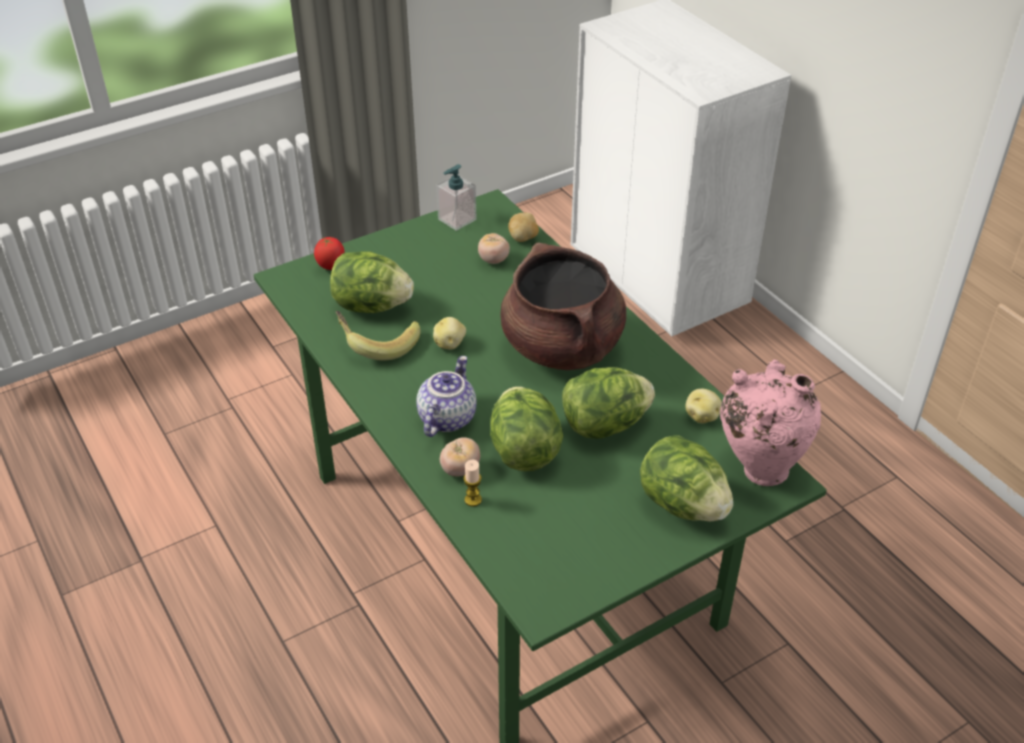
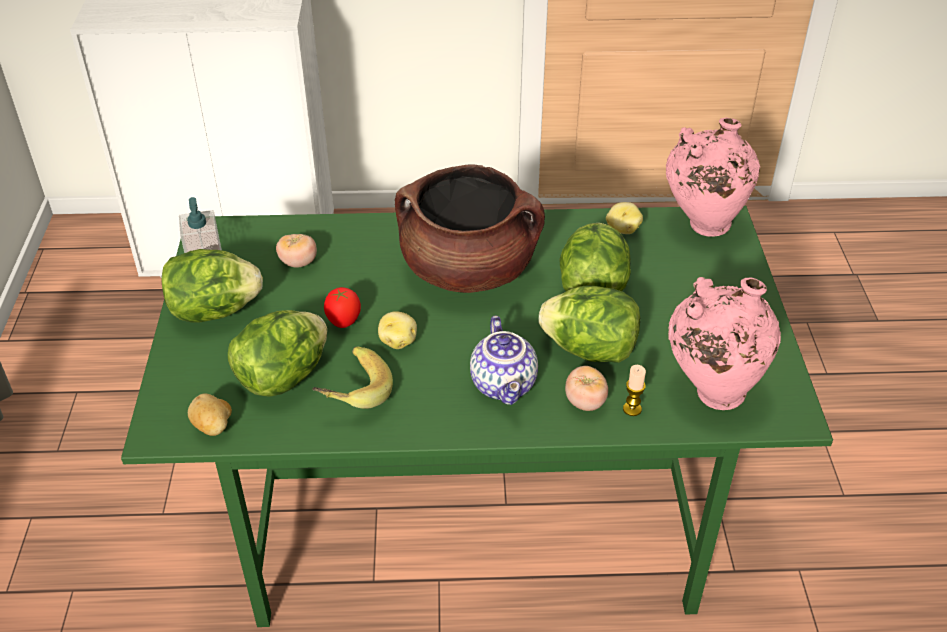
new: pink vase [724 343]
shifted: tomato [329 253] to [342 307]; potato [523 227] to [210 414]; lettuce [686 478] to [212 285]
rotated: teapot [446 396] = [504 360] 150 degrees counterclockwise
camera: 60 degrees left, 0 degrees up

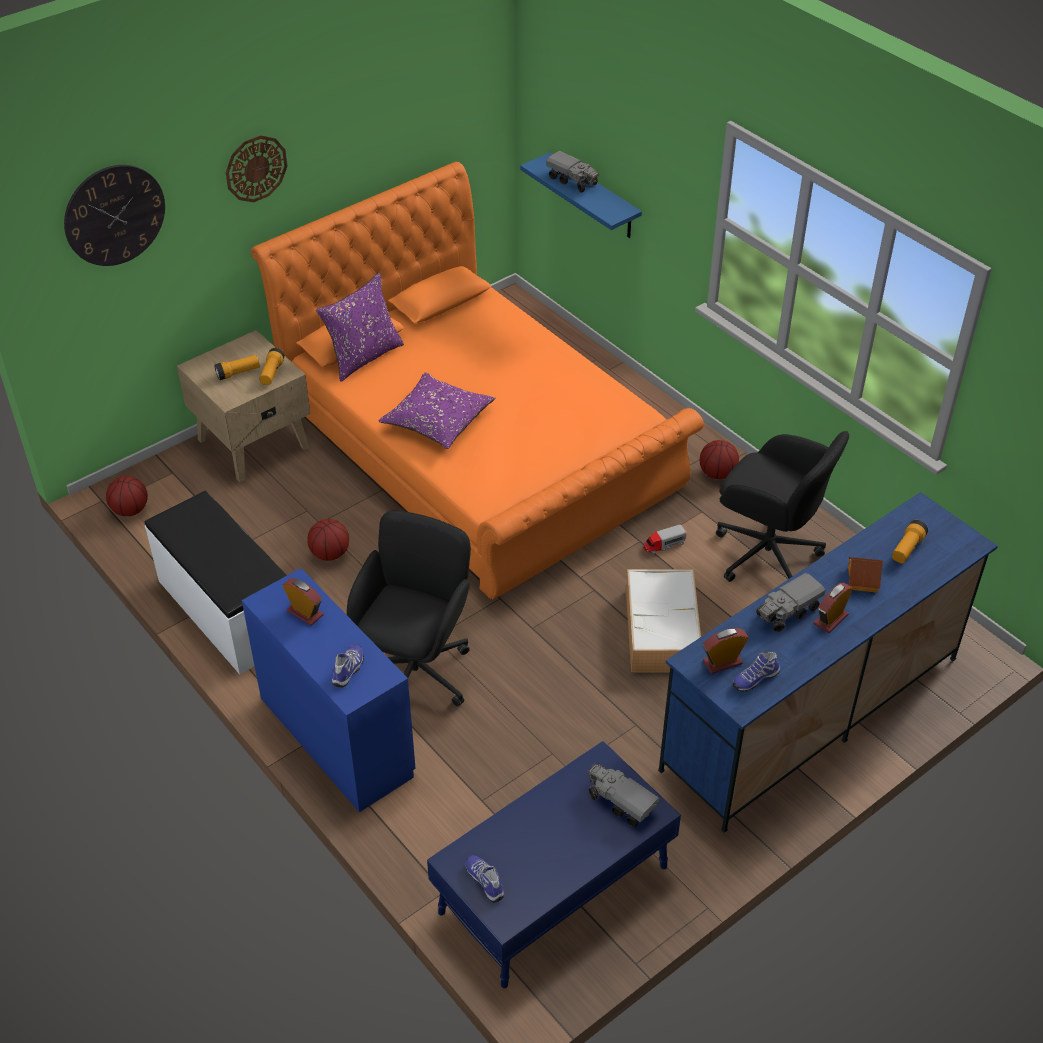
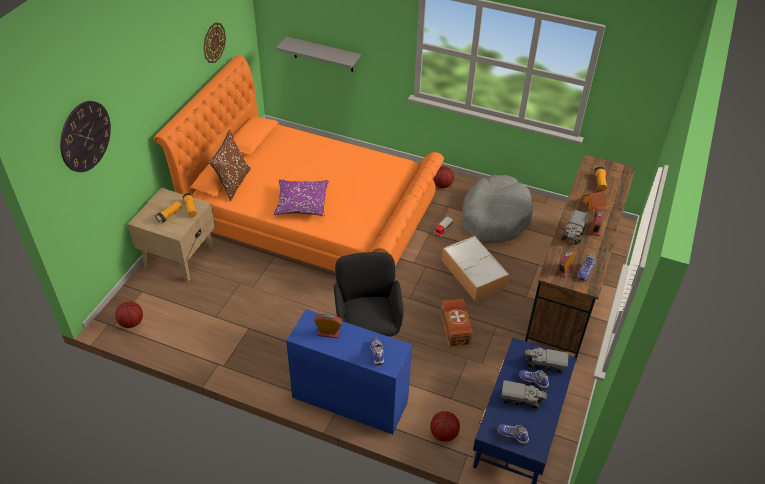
gone: white bench [216 582]
new: brown storage box [457 323]; shoe [534 379]
shifted: wall clock [256 168] to [215 43]; basketball [328 540] to [445 426]; toy truck [572 172] to [524 395]
swapped: black office chair [782 506] to grey dog bed [497 209]
repainted: purple pillow [360 327] to brown pillow [229 165]; blue shelf [581 195] to grey shelf [318 54]; blue dresser [828 662] to brown dresser [580 257]
camera: 30 degrees left, 0 degrees up

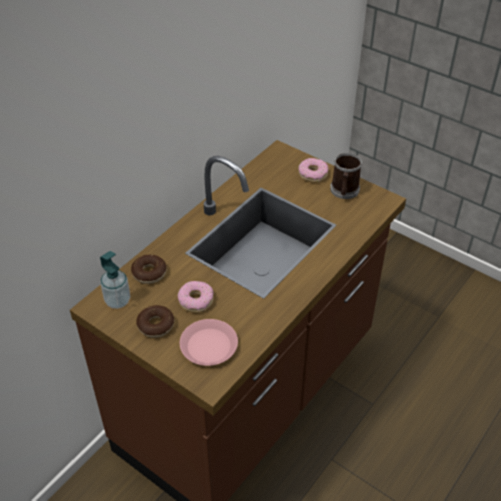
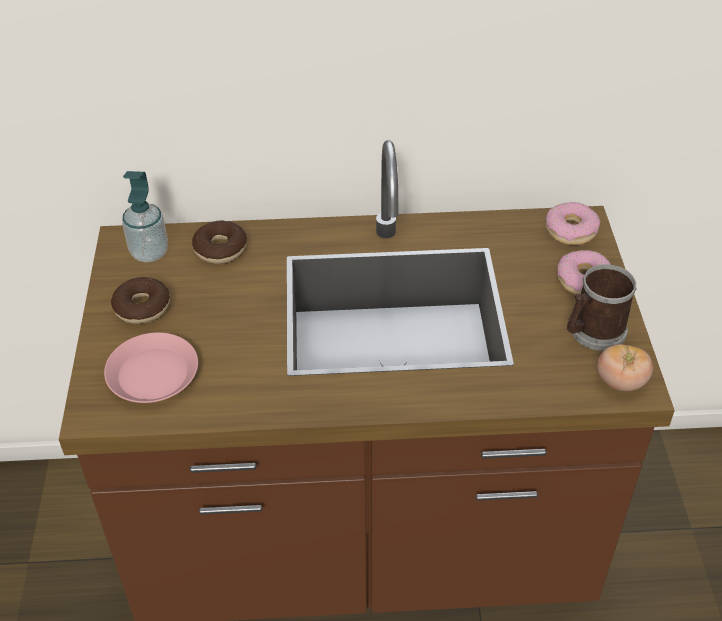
new: tomato [625 367]
shifted: donut [196 297] to [573 223]
camera: 50 degrees right, 0 degrees up

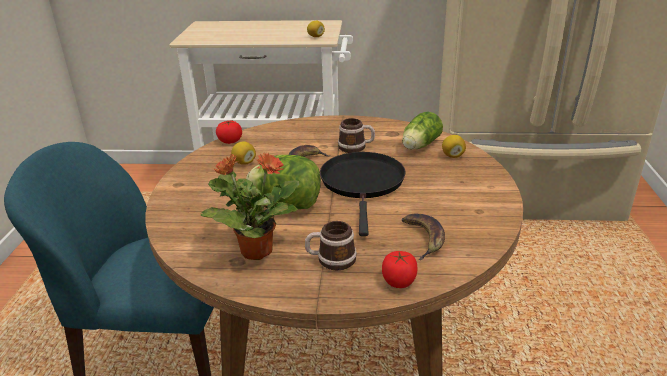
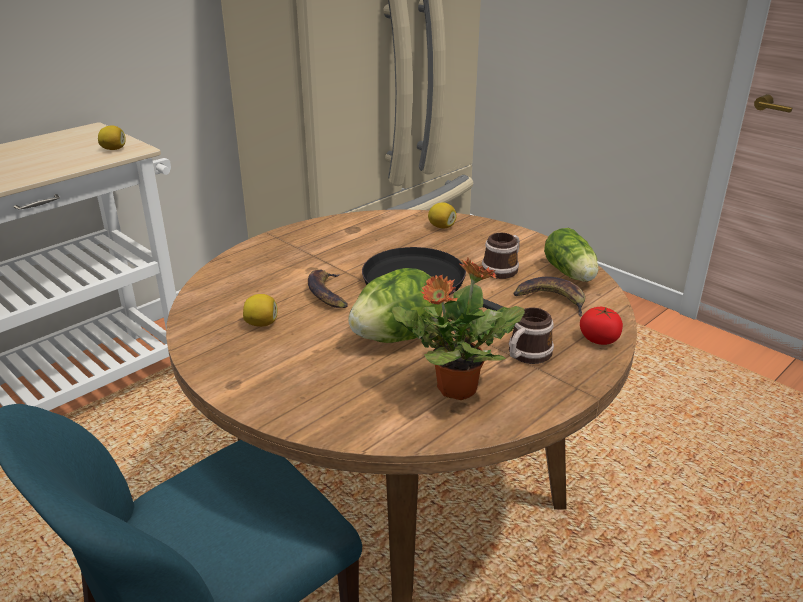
gone: tomato [229 132]
shifted: mug [356 135] to [501 256]; lettuce [422 131] to [571 255]
camera: 50 degrees left, 0 degrees up

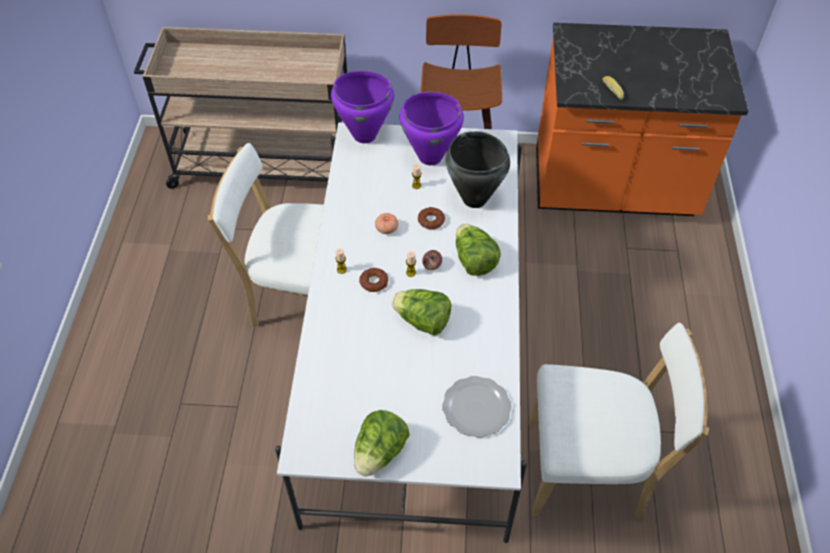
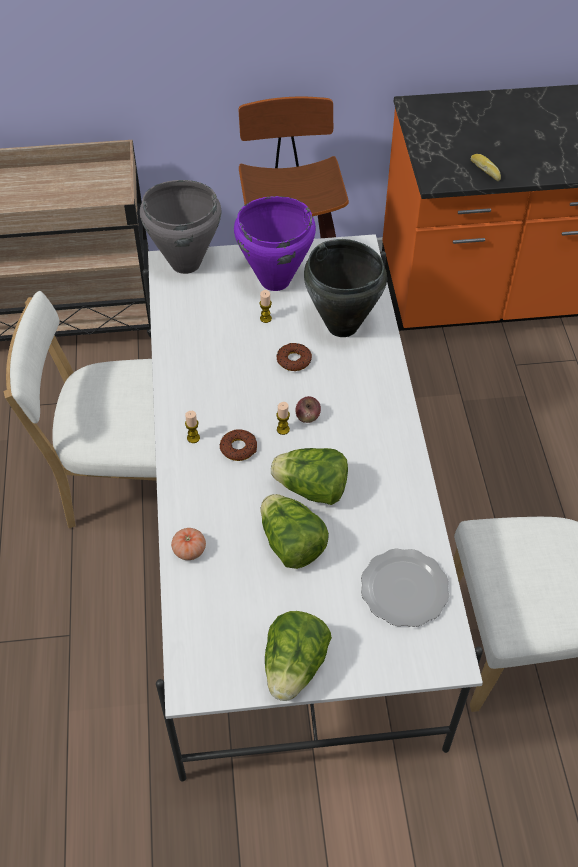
shifted: tomato [386 223] to [188 544]; lettuce [478 250] to [294 531]
repainted: purple cooking pot [362 107] to grey cooking pot [181 227]
camera: 10 degrees left, 0 degrees up

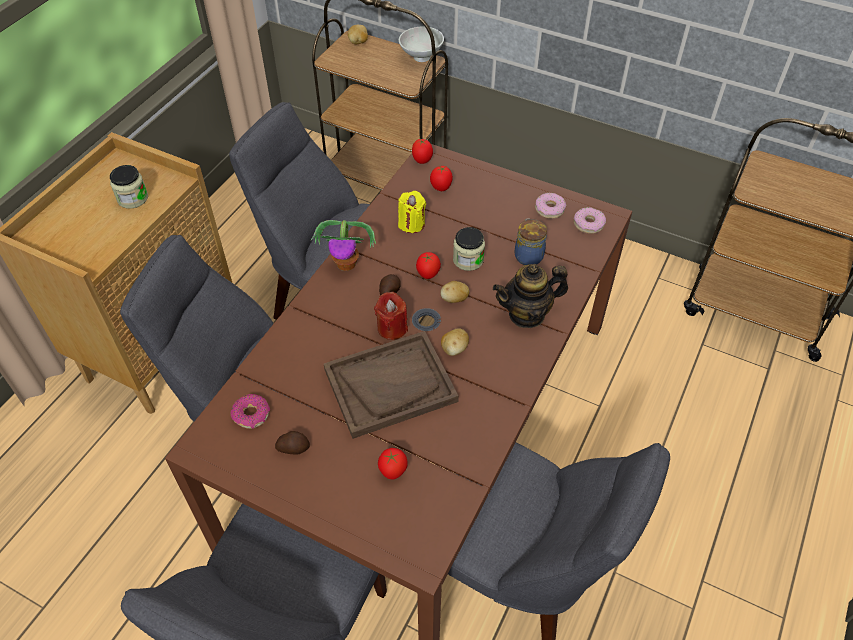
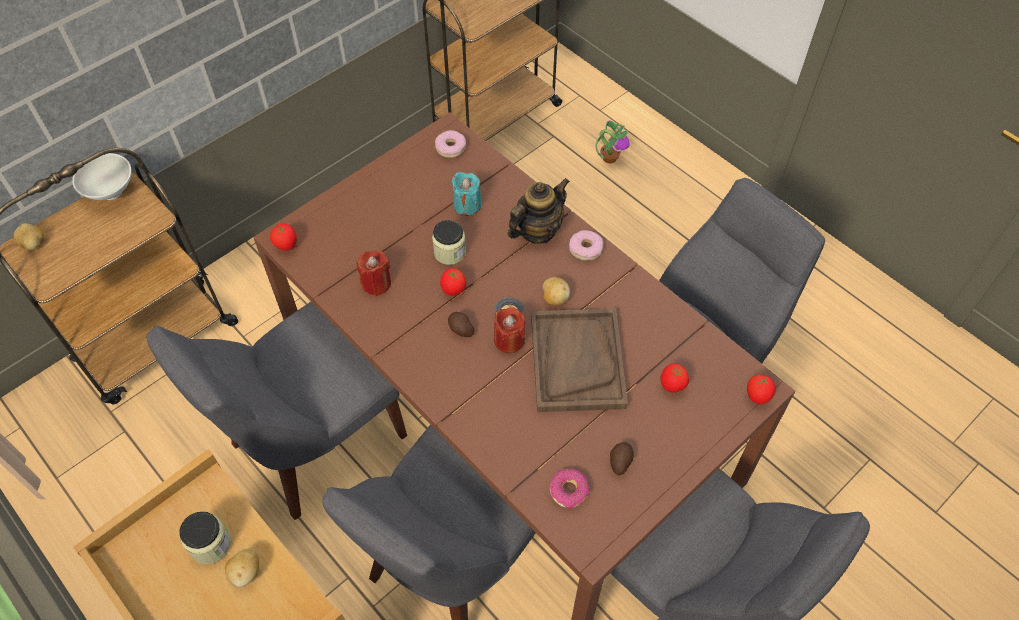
shifted: potted plant [343 245] to [612 142]; tomato [441 178] to [761 389]; potato [454 292] to [242 568]; donut [550 206] to [586 245]
swapped: jar [531 241] to turquoise candle [466 194]
repainted: yellow candle [412 212] to red candle [374 273]
rotated: teapot [530 296] = [539 211] 135 degrees counterclockwise
camera: 70 degrees left, 5 degrees up

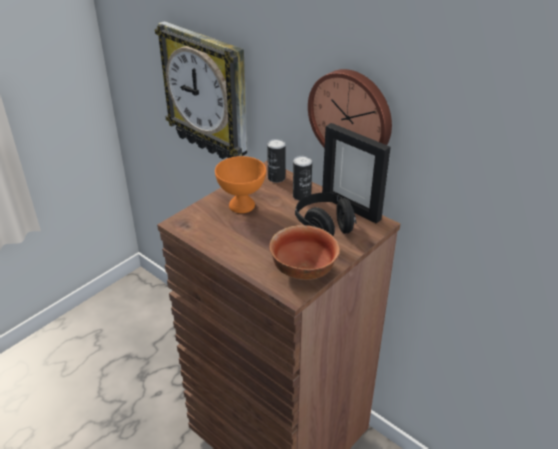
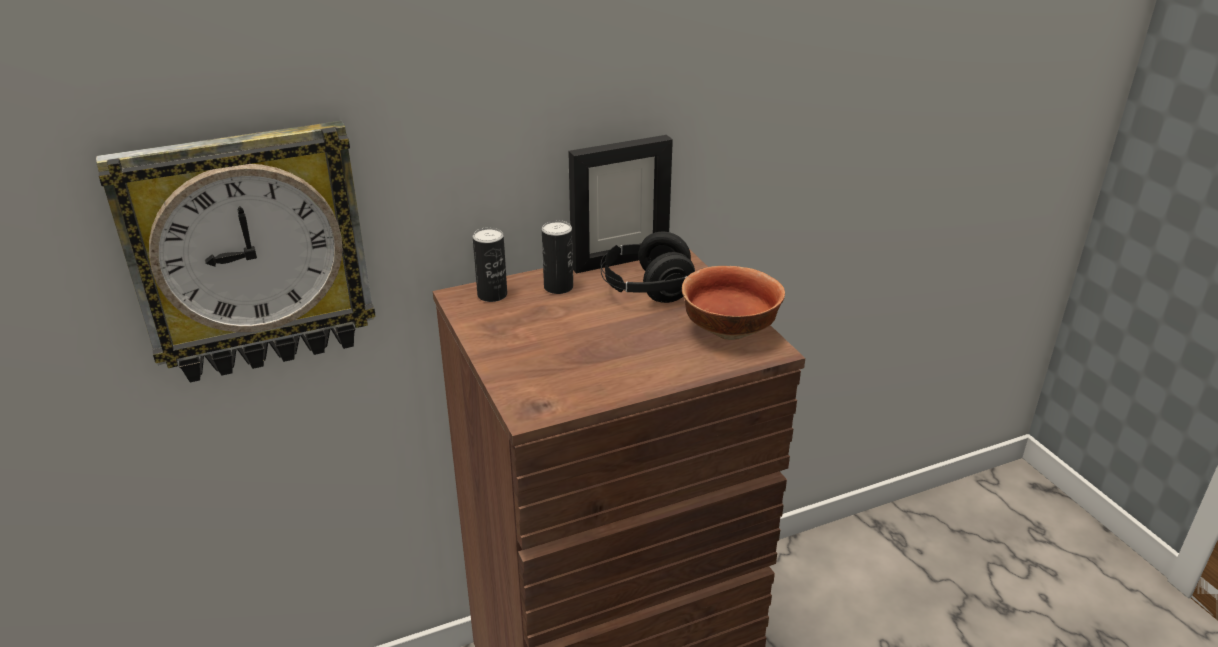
gone: orange bowl [240 184]; wall clock [350 108]
camera: 65 degrees left, 5 degrees down

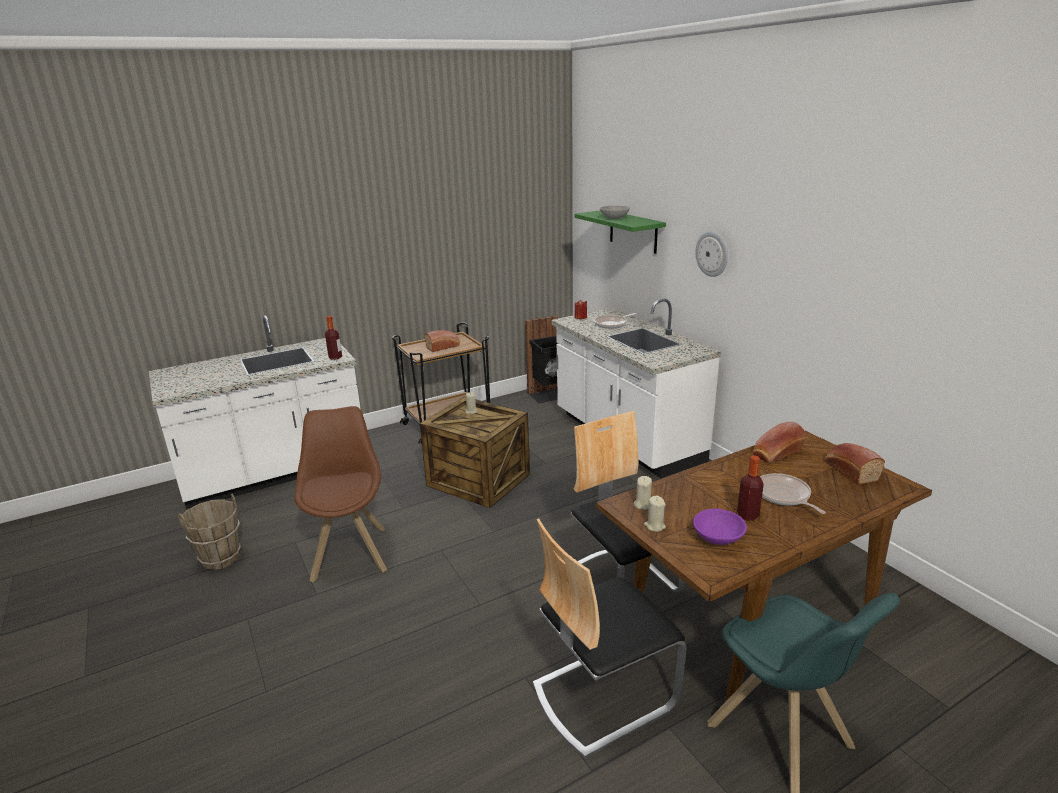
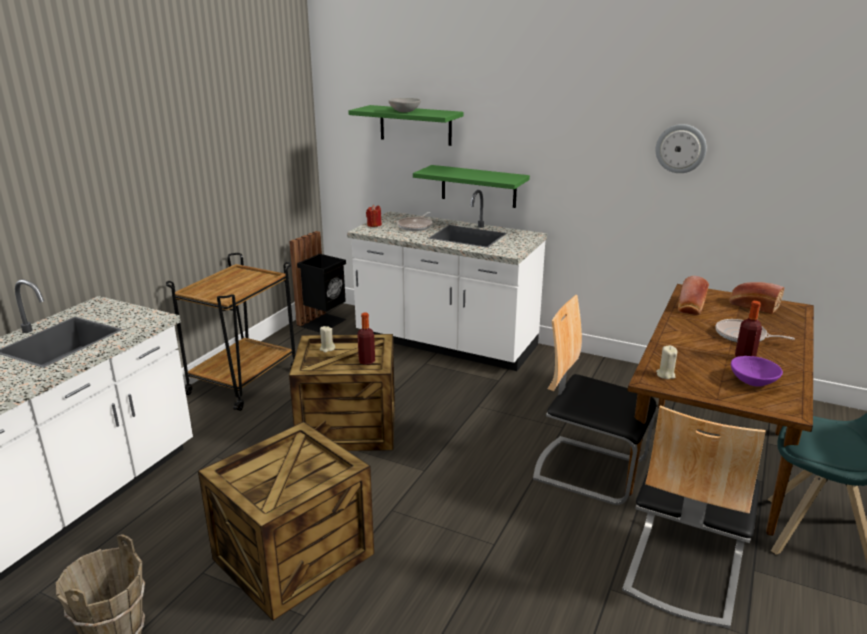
gone: bread [442 341]; beige candle [655 514]
new: green shelf [471 186]
shifted: bottle [333 338] to [366 338]; wall clock [711 254] to [681 148]
swapped: brown chair [340 494] to crate [286 521]
camera: 35 degrees left, 0 degrees up

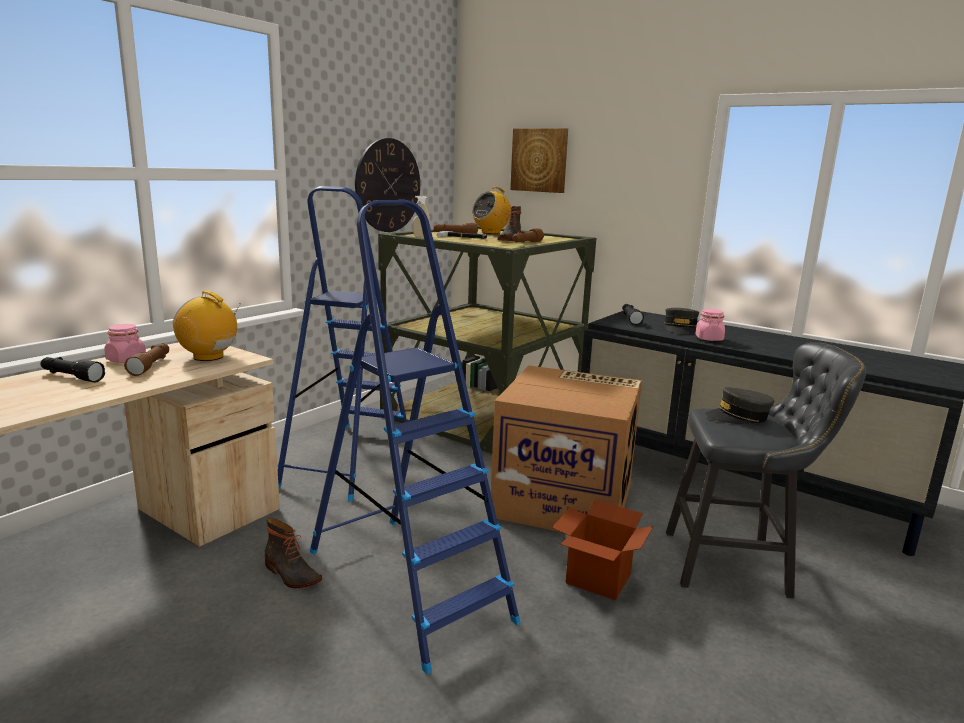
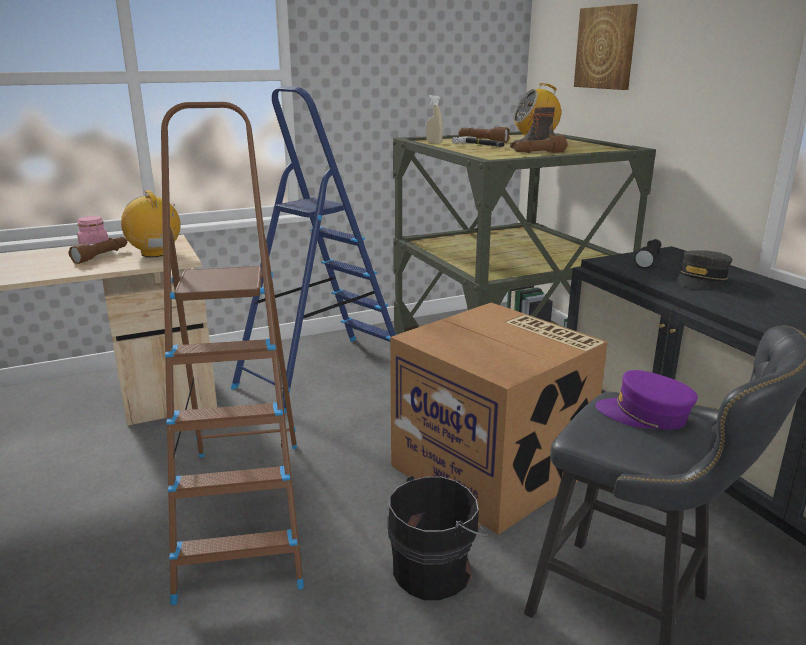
gone: black flashlight [72 369]; boot [293 553]; wall clock [387 185]; pink jar [710 325]
swapped: cardboard box [603 550] to black bucket [437 538]
repainted: blue step ladder [415 437] to brown step ladder [232 353]; grey cap [739 406] to purple cap [646 400]
camera: 30 degrees right, 5 degrees up

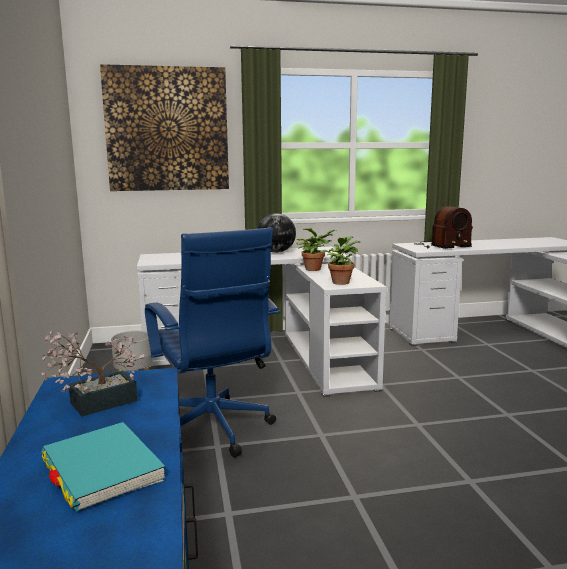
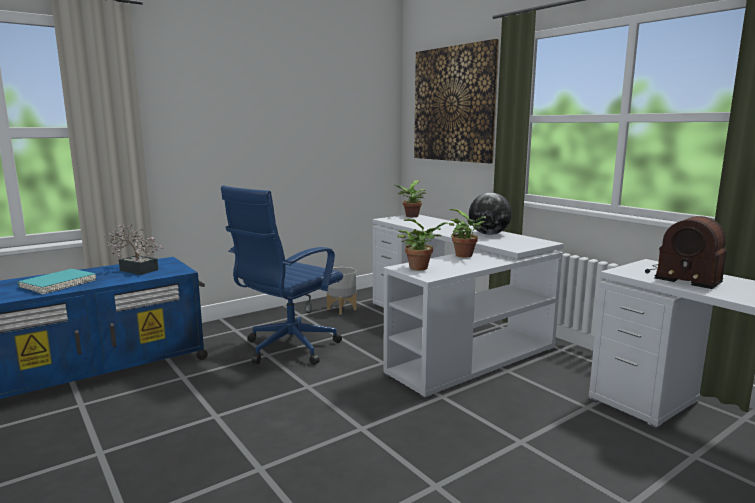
new: potted plant [410 199]
camera: 65 degrees right, 0 degrees up

